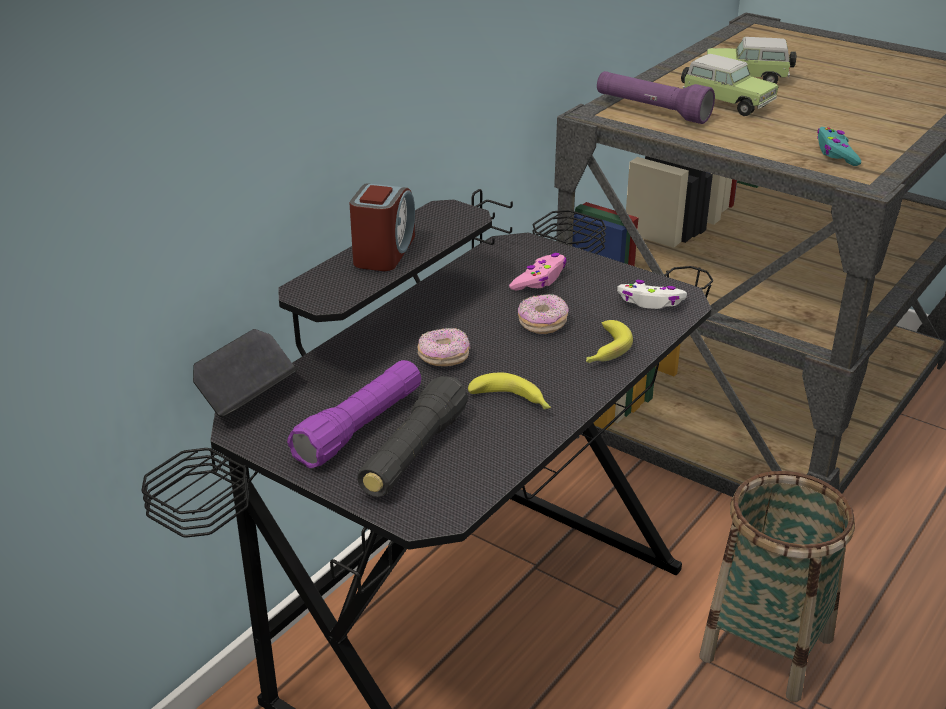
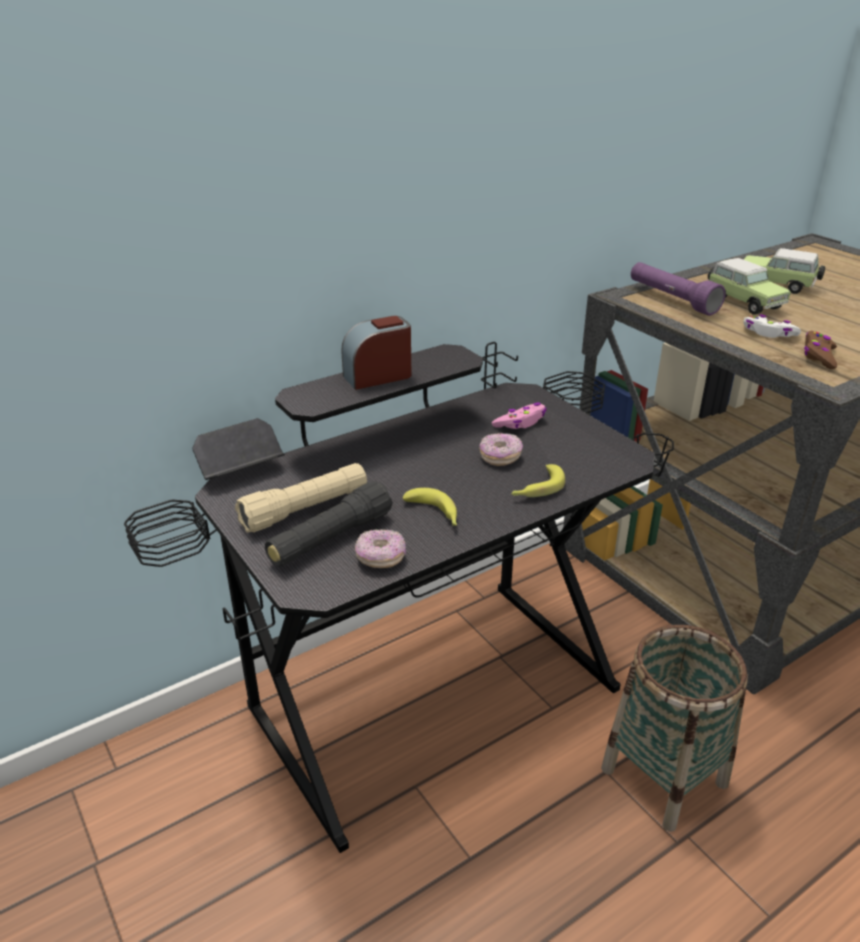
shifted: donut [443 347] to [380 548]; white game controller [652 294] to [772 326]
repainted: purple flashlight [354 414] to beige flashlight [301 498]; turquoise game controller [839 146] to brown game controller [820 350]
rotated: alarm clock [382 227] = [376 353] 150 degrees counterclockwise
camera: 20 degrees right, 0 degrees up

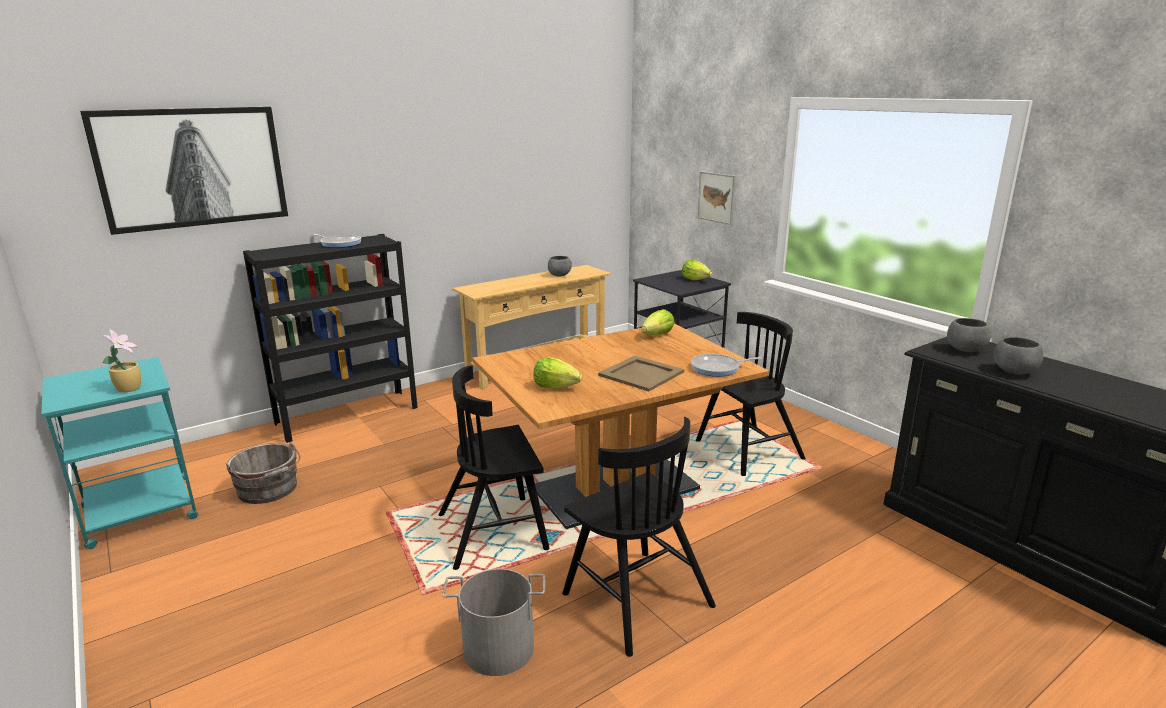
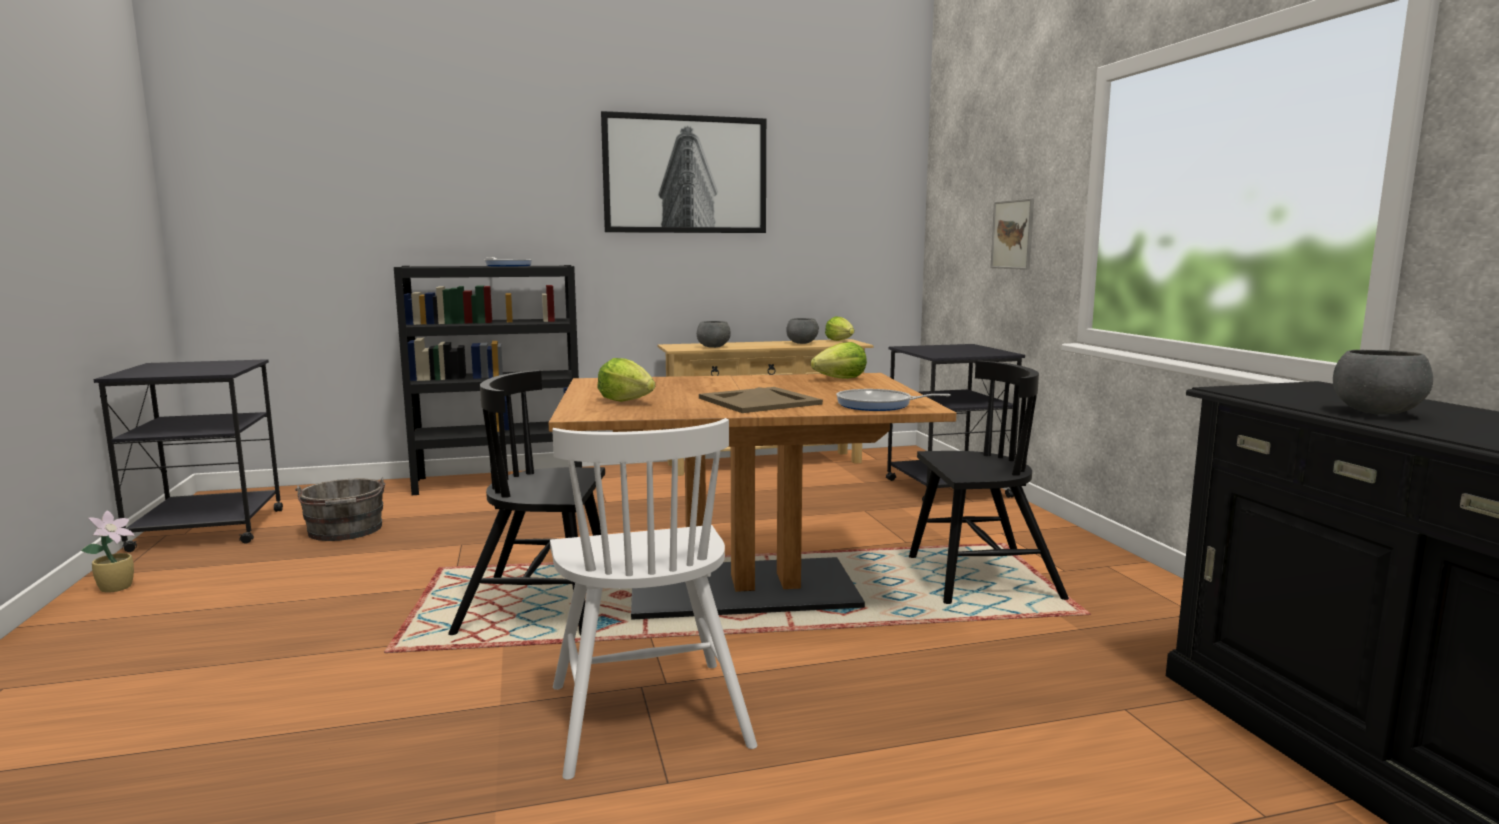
gone: grey bucket [494 622]
shifted: picture [184 171] to [683 172]; potted plant [121 361] to [108 551]; lettuce [697 270] to [839 328]; grey bowl [969 335] to [714 334]
repainted: turquoise cart [120 453] to black cart [188 455]; black chair [639 537] to white chair [653 599]
camera: 20 degrees right, 10 degrees down

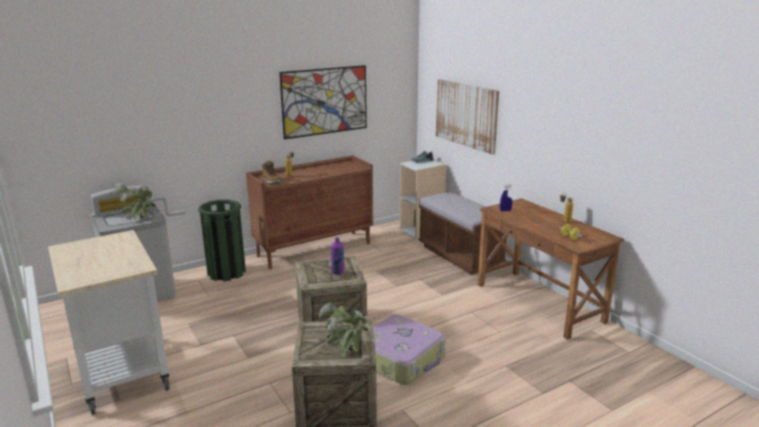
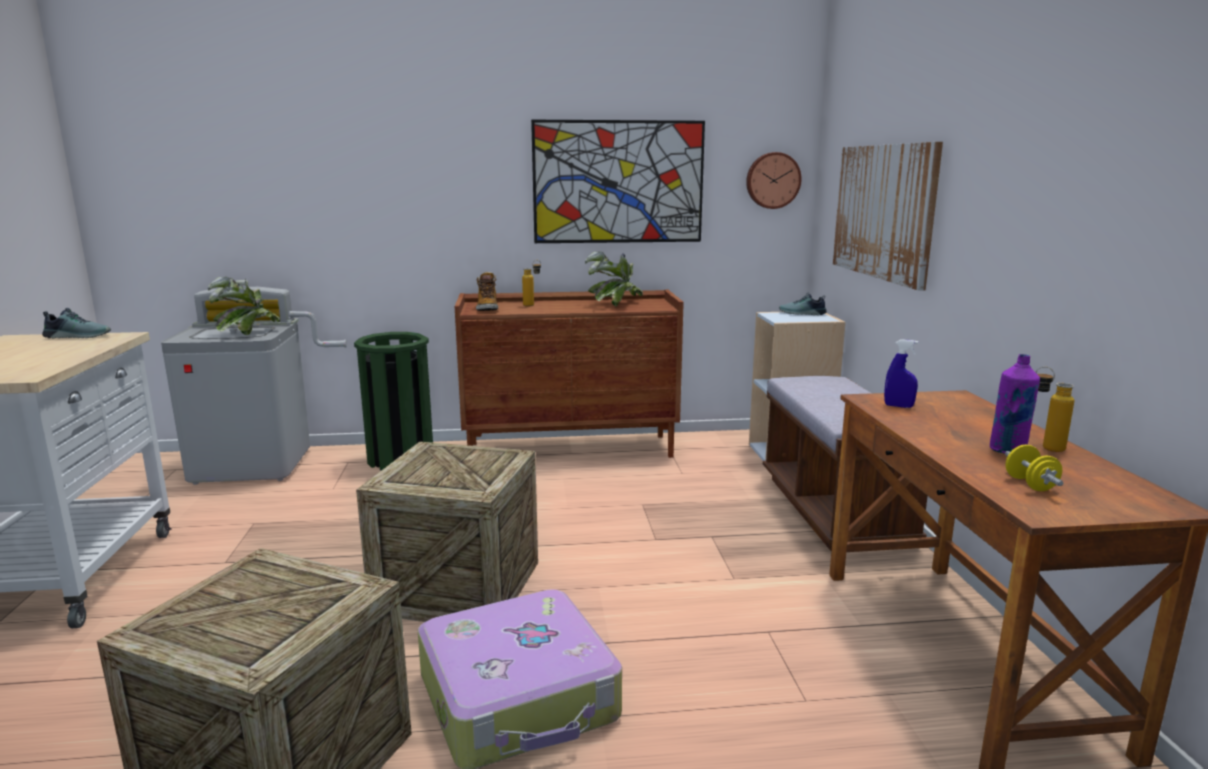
new: shoe [76 323]; wall clock [774 180]
shifted: potted plant [344 329] to [614 278]; purple bottle [337 256] to [1015 404]
camera: 25 degrees right, 5 degrees down

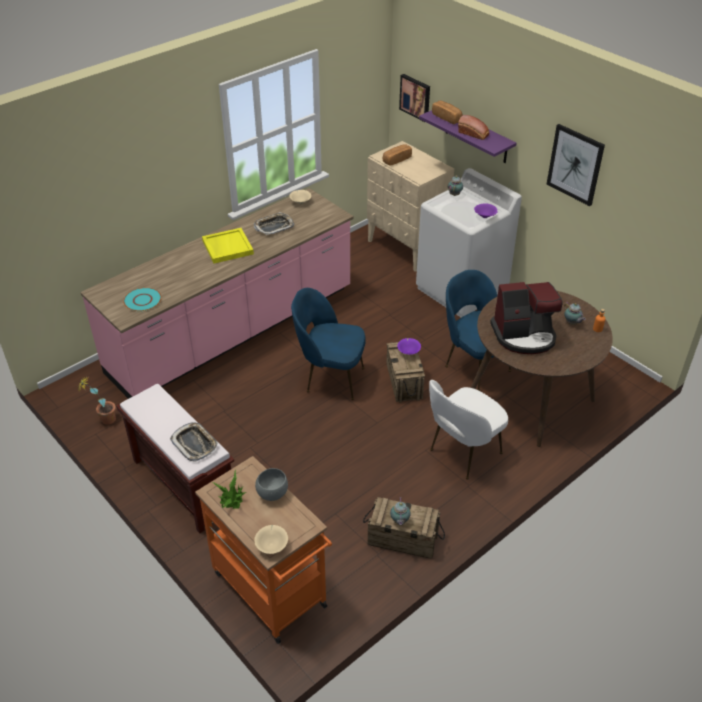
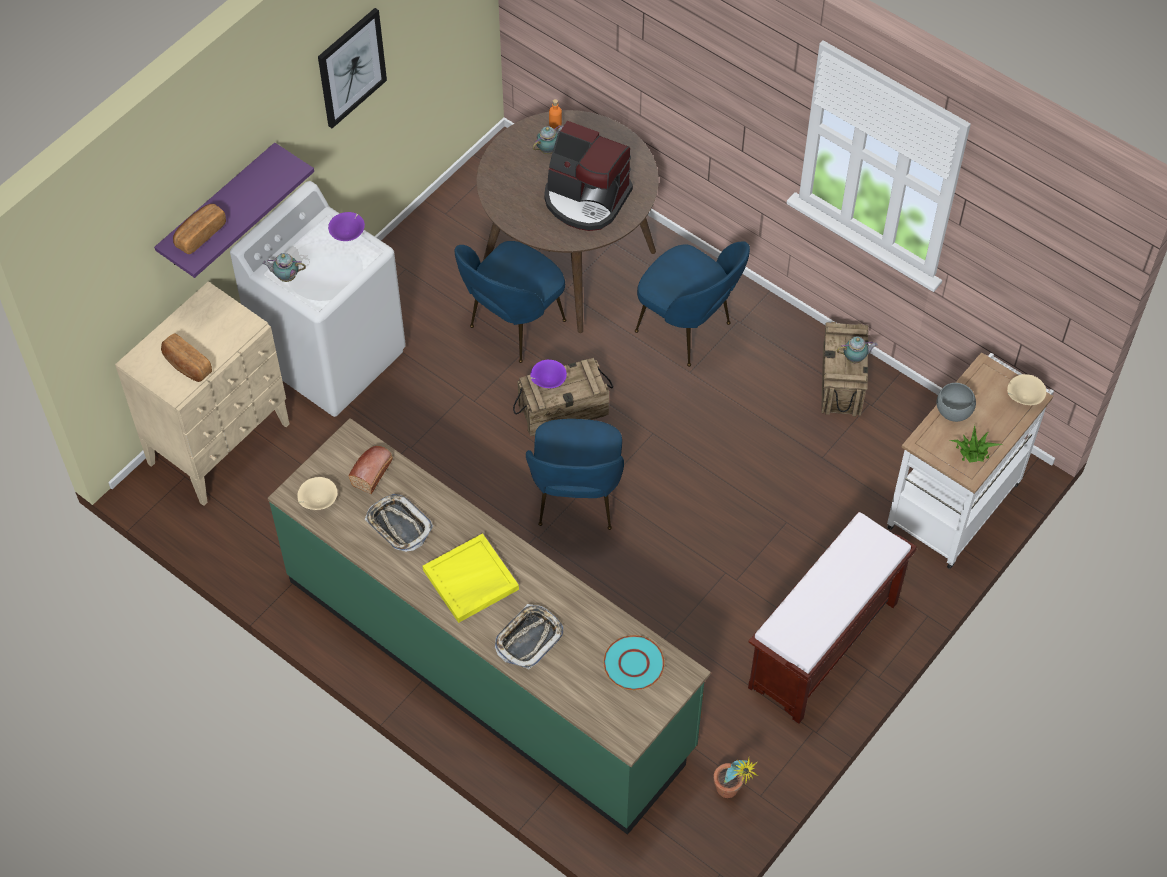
gone: picture [414 98]
shifted: tray [194 442] to [529 636]; bread [473 127] to [370 470]
repainted: pink counter [217 293] to green counter [489 626]; orange cart [263 550] to white cart [970 460]; white chair [468 430] to blue chair [692 304]
rotated: coffee machine [526 318] = [588 176] 135 degrees clockwise
camera: 100 degrees left, 15 degrees up

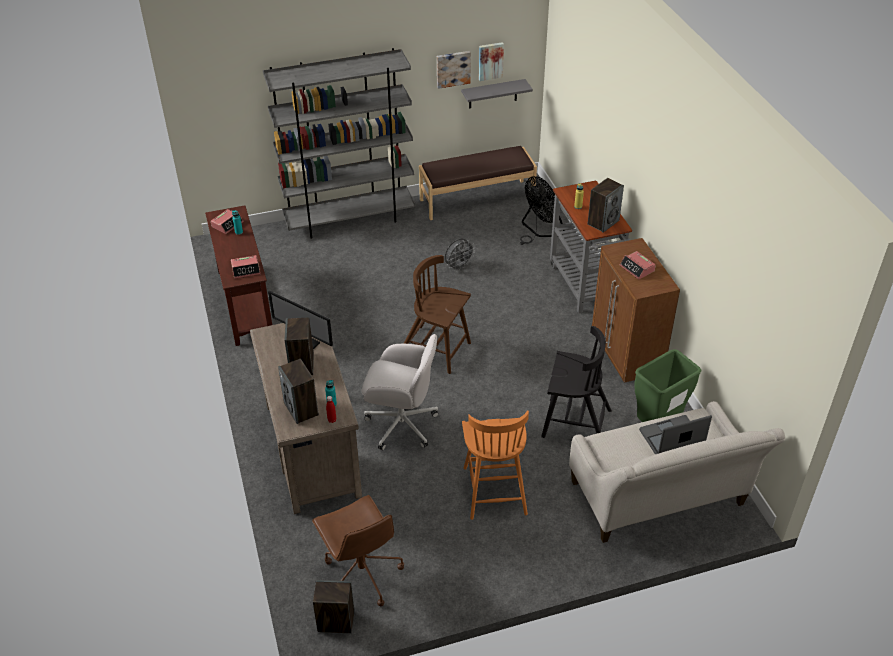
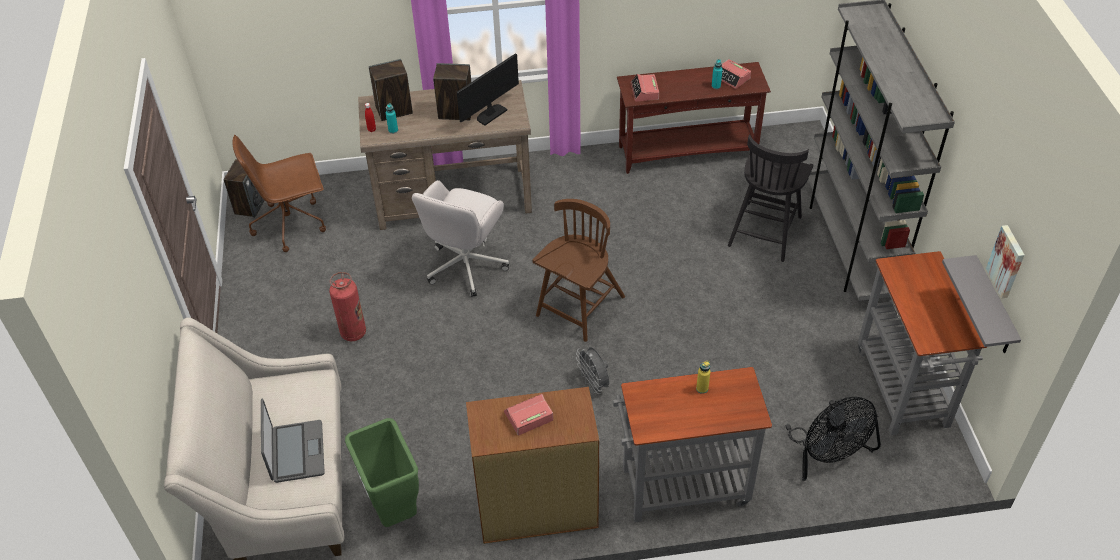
gone: picture [454 70]; speaker [606 205]
shifted: grey fan [460 254] to [592 370]; black chair [576 382] to [771 198]
swapped: brown bench [478 183] to grey cart [922 343]; orange chair [495 465] to fire extinguisher [347 306]
camera: 100 degrees right, 5 degrees up

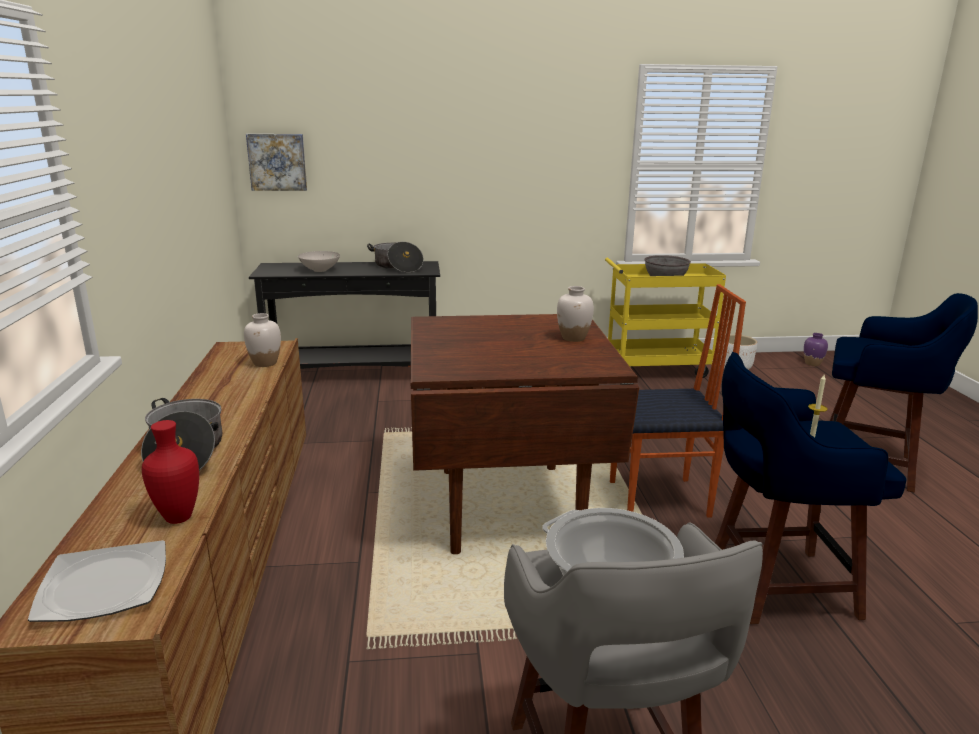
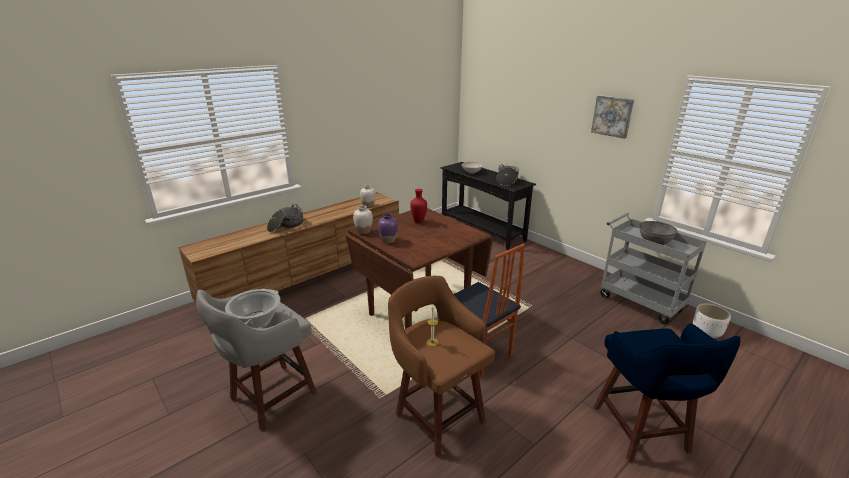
gone: plate [97 581]
shifted: red vase [170 472] to [418 206]; picture [276 162] to [612 117]; white vase [575 314] to [363 219]; purple vase [816 349] to [388 228]
repainted: yellow cart [665 318] to grey cart [653 268]; blue stool [810 488] to brown stool [441 366]
camera: 55 degrees right, 5 degrees up

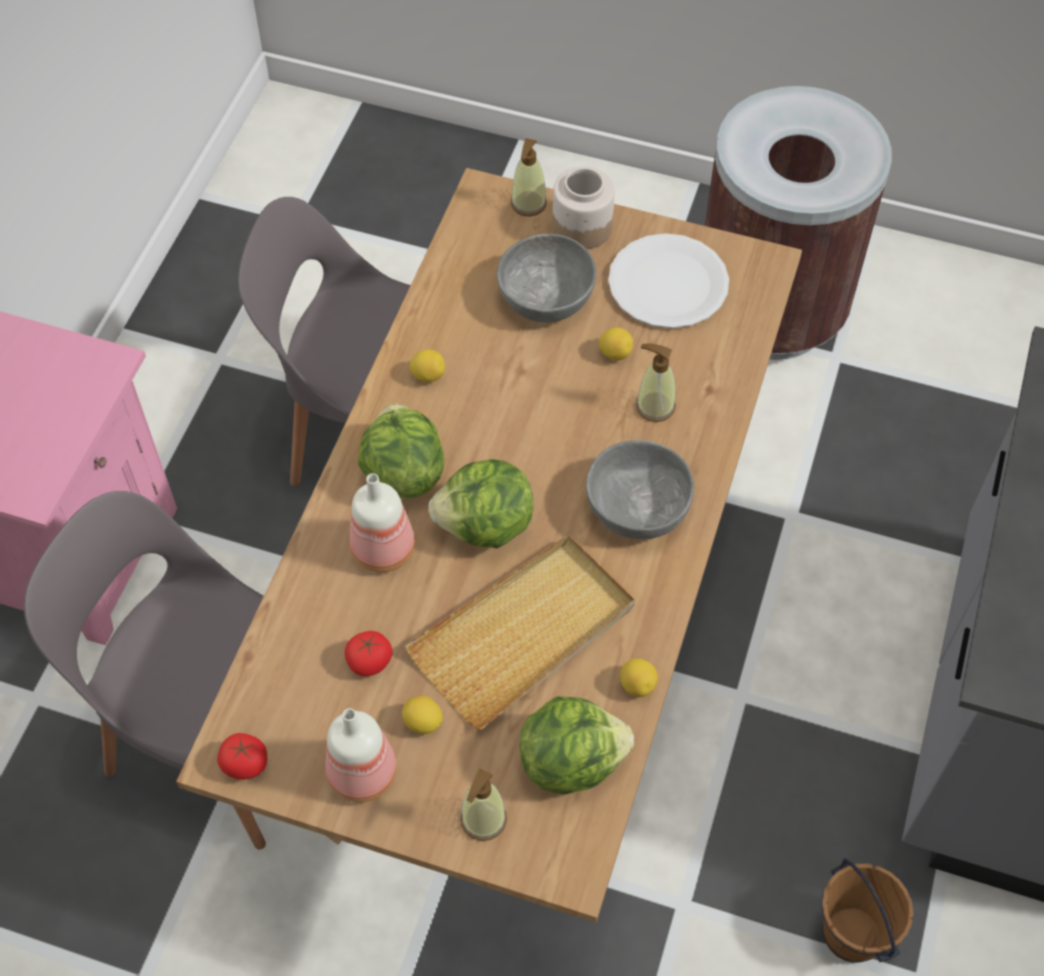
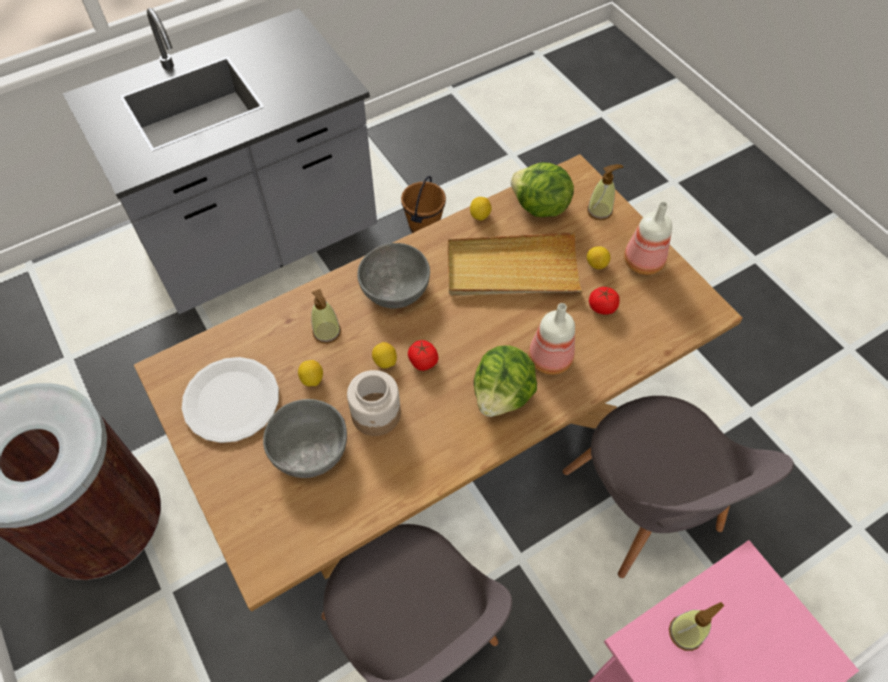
gone: lettuce [481 503]
shifted: tomato [242 756] to [423 355]; lemon [427 365] to [384 355]; soap dispenser [529 177] to [696 626]; jar [583 207] to [374 403]
camera: 140 degrees left, 0 degrees up

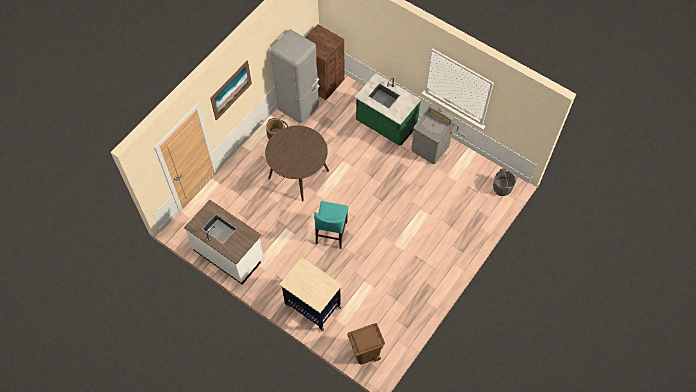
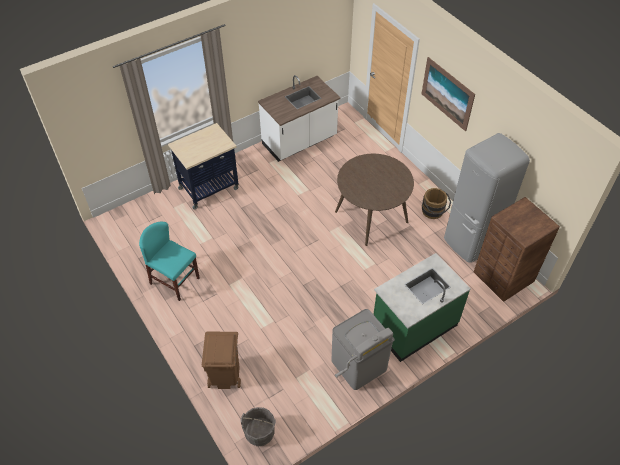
shifted: turquoise chair [331 225] to [169 261]; brown trash can [366 343] to [221 360]
camera: 110 degrees right, 10 degrees down

